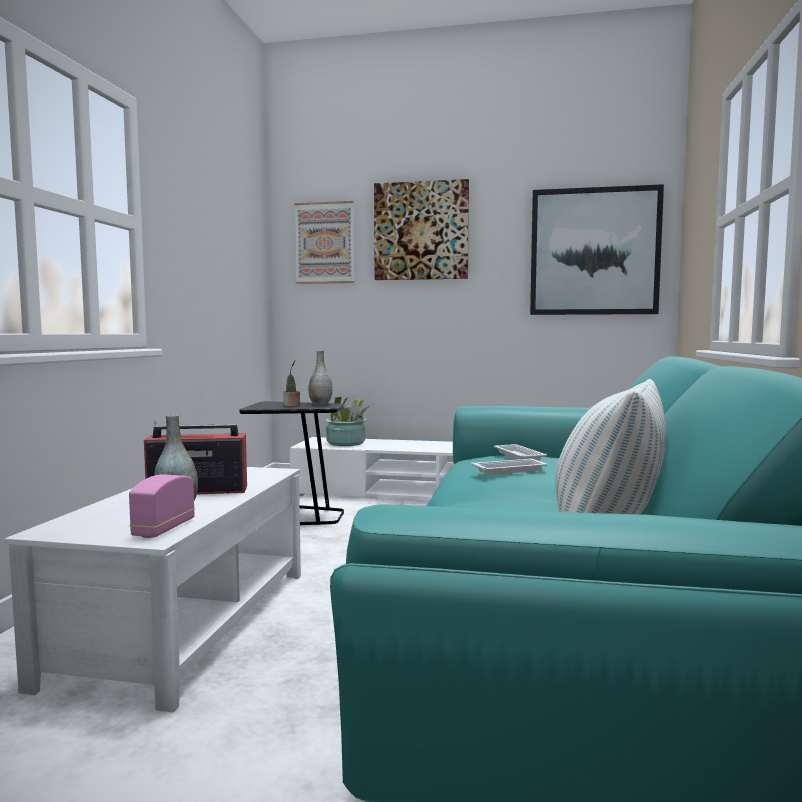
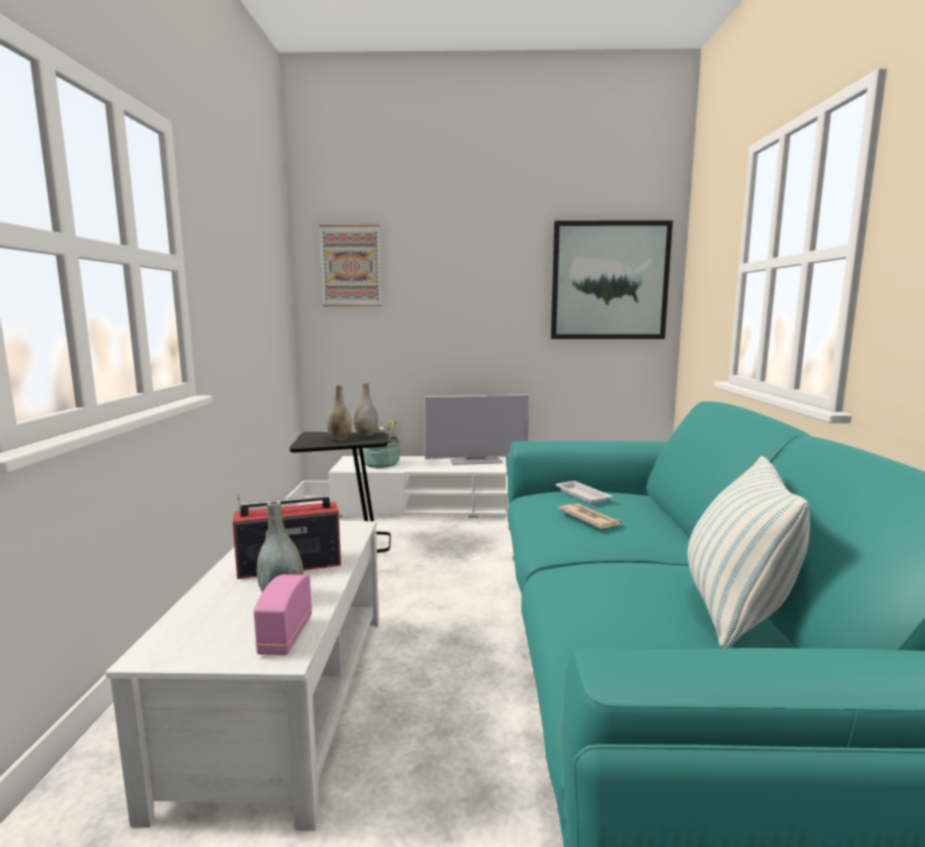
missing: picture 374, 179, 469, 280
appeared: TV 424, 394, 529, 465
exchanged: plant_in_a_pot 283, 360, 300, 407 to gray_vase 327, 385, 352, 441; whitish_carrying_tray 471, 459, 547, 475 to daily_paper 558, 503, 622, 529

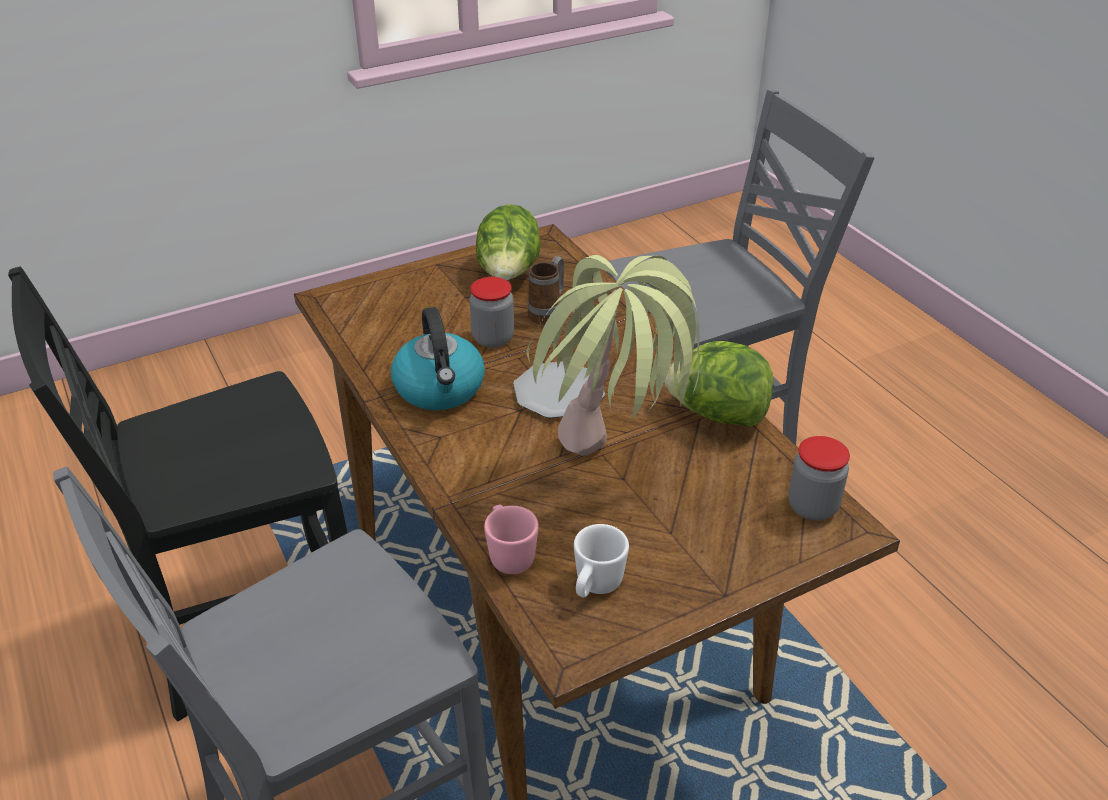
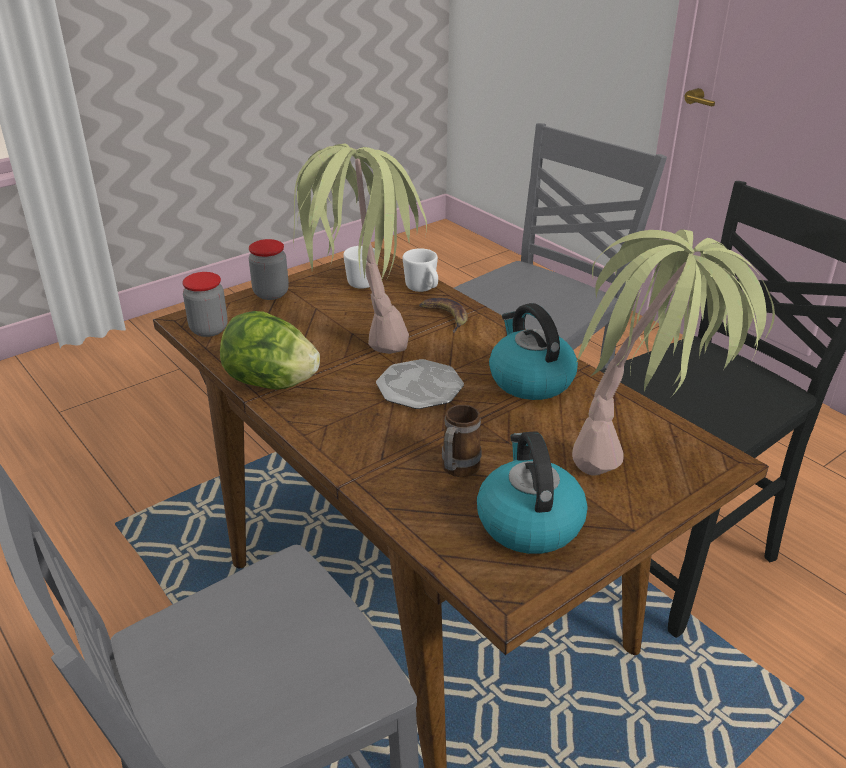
appeared: banana 419, 298, 468, 333; plant_in_a_pot 572, 229, 775, 476
relocated: preserve_jar 470, 277, 514, 348 to 249, 239, 289, 300
exchanged: lettuce_head 476, 204, 541, 280 to kettle 477, 431, 588, 554
colour: pink_coffee_mug 484, 505, 539, 574 to whitish_coffee_mug 403, 248, 438, 292

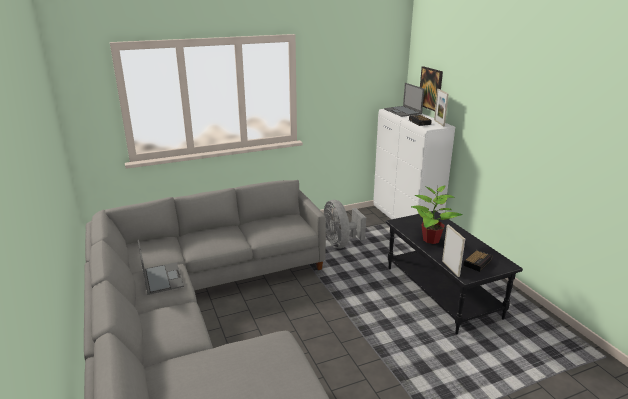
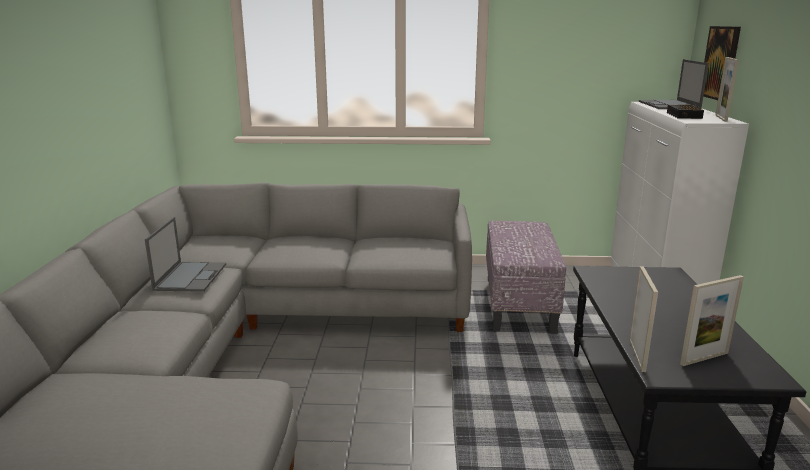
missing: plant_in_a_pot 411, 185, 463, 244
exchanged: gray_electric_fan 324, 200, 366, 249 to ottoman 486, 221, 566, 334; bedside_clock 463, 250, 492, 272 to photo_frame 680, 275, 744, 366

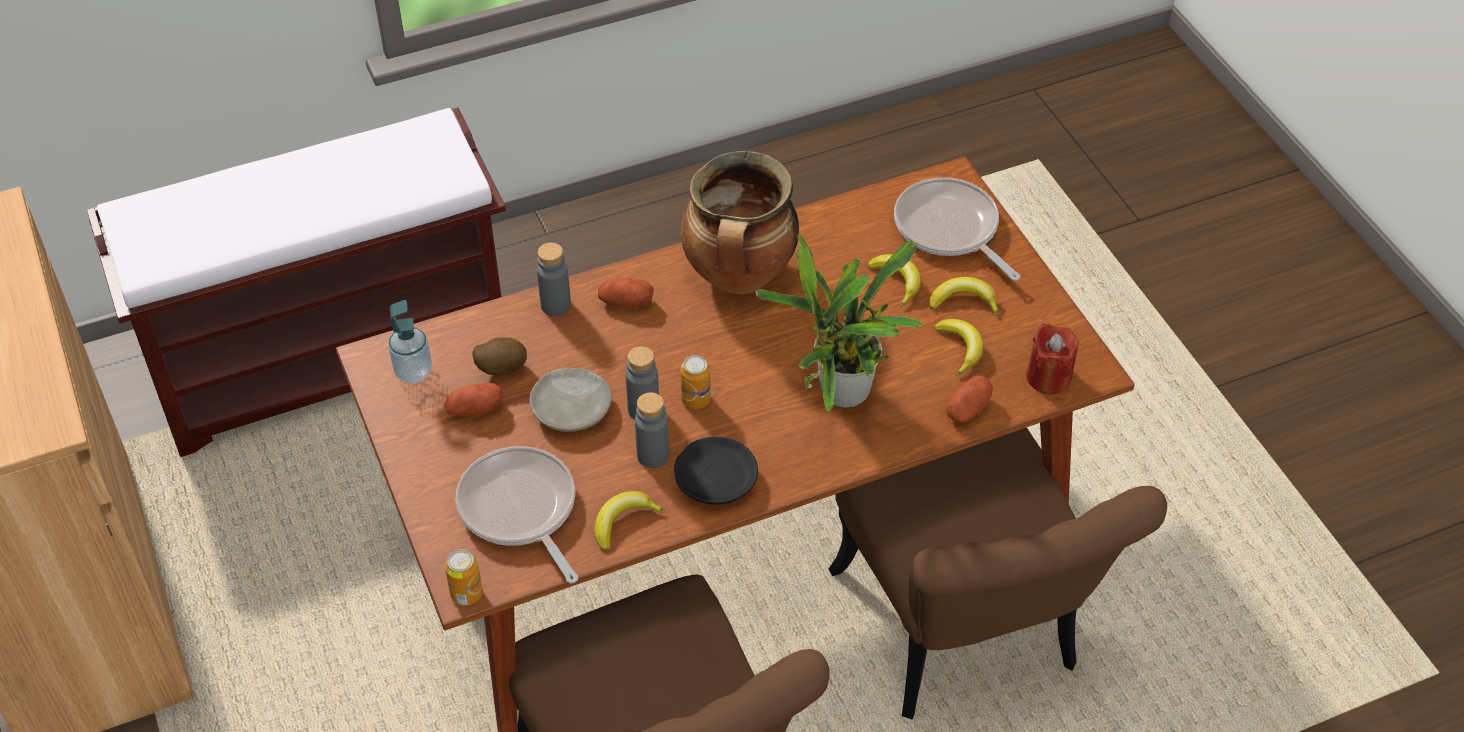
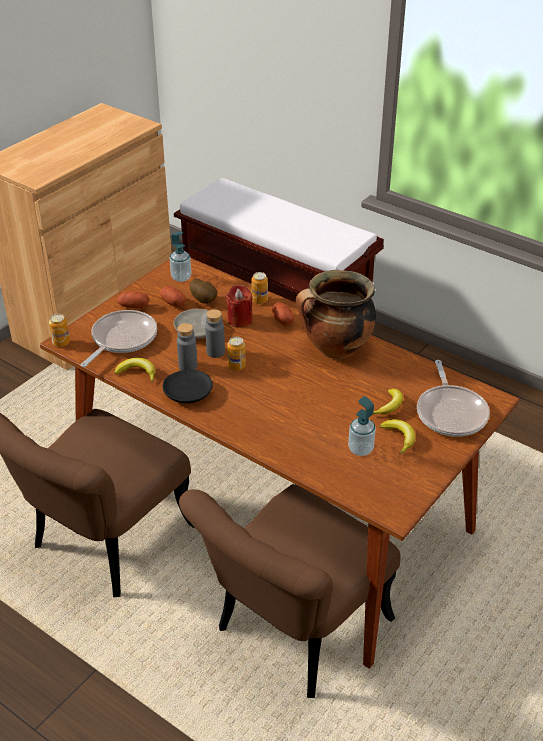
missing: plant_in_a_pot 755, 234, 923, 413
relocated: potato 946, 375, 993, 423 to 117, 291, 150, 308; reddish_candle 1026, 324, 1079, 394 to 225, 285, 253, 327
exchanged: gray_beverage_bottle 537, 242, 571, 316 to can 251, 272, 268, 304; banana 934, 319, 983, 376 to soap_bottle 348, 396, 376, 456
spun: pan 894, 177, 1020, 281 = 417, 360, 490, 437 150 degrees clockwise

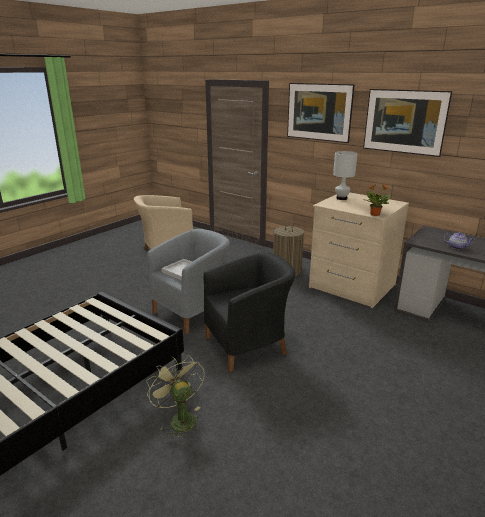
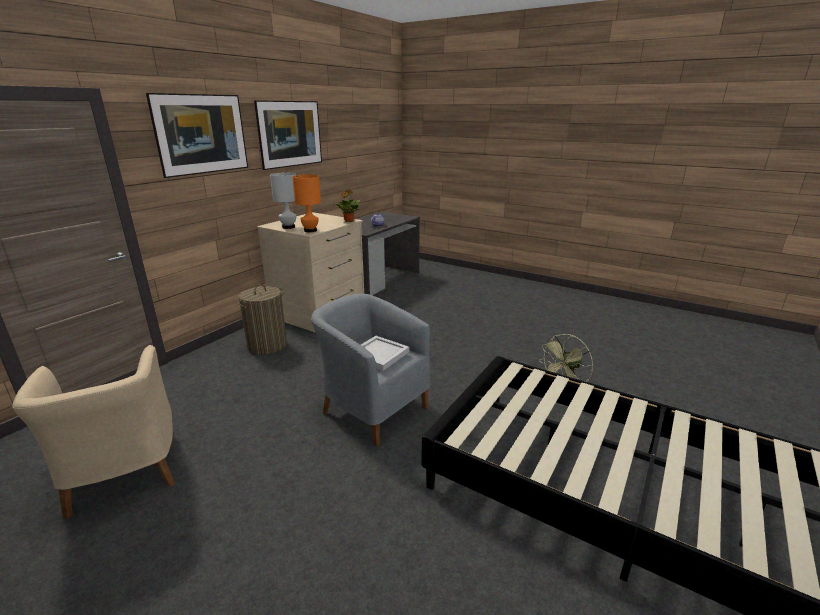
missing: blackish_armchair 203, 252, 295, 372
appeared: orangey_tabletop_lamp 292, 174, 321, 232

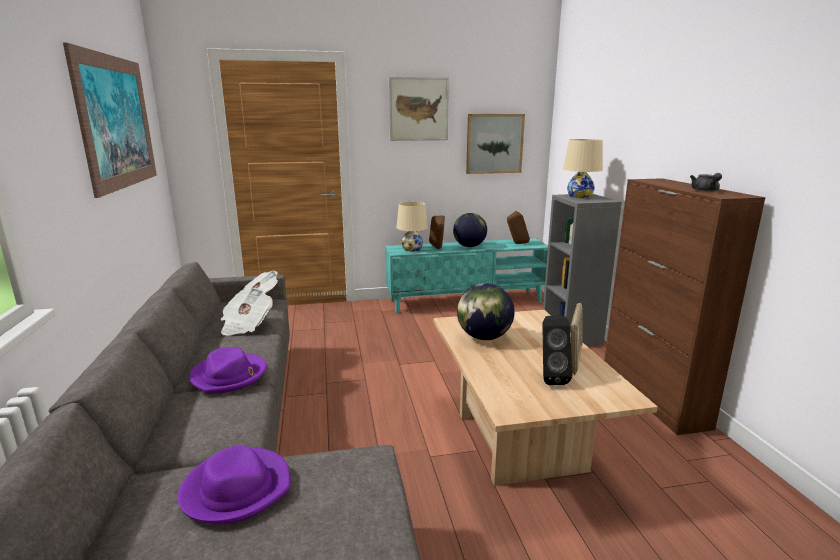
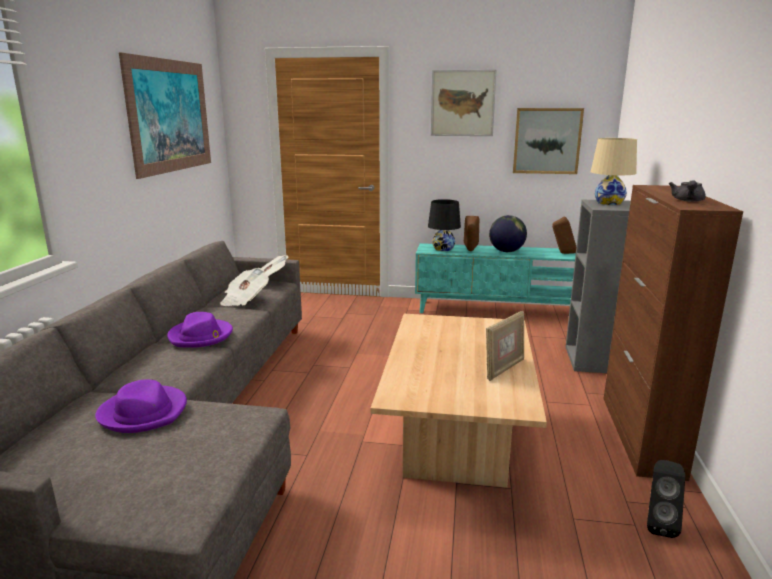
missing: globe 457, 283, 515, 340
relocated: blackish_audio_speaker 542, 315, 572, 385 to 647, 460, 685, 538
colour: sand-coloured_tabletop_lamp 396, 202, 428, 251 to blackish_tabletop_lamp 428, 199, 461, 251

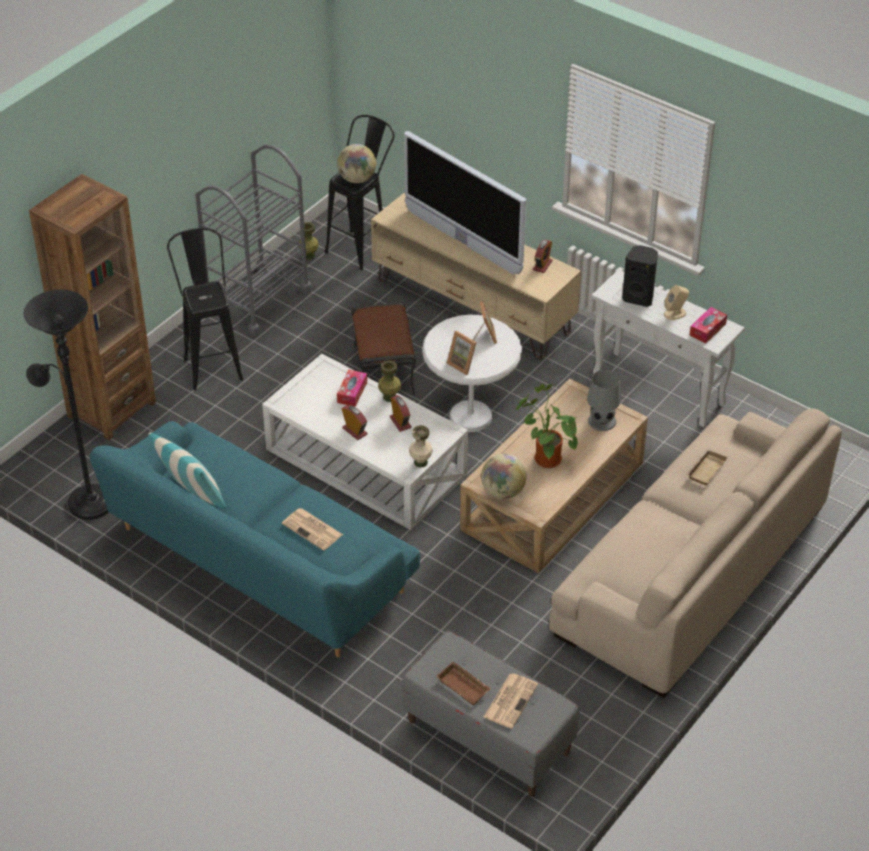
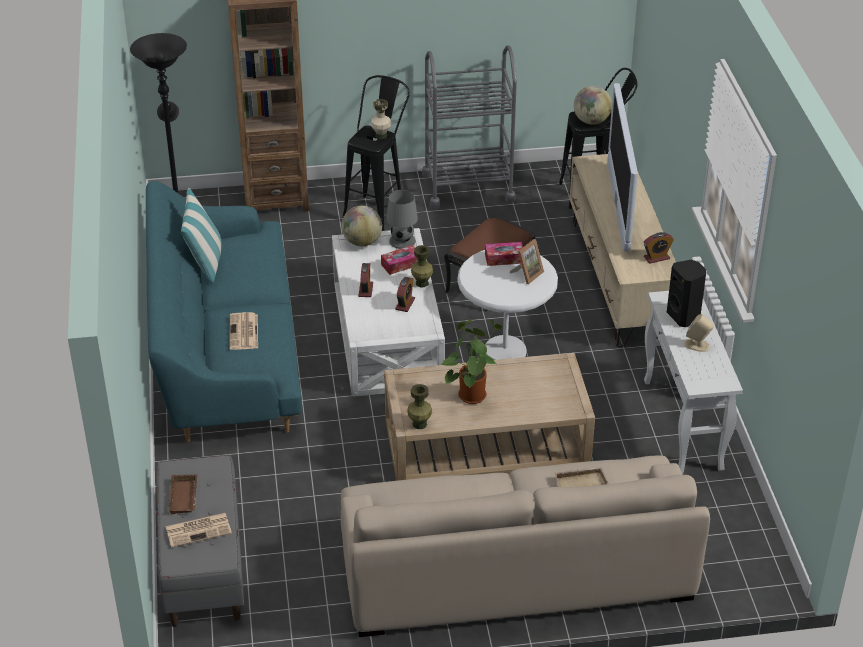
missing: photo_frame 447, 331, 476, 375
relocated: greenish_vase 299, 222, 319, 260 to 407, 384, 432, 429; sand-coloured_vase 409, 425, 433, 468 to 371, 99, 391, 139; globe 481, 454, 526, 499 to 341, 206, 382, 246; gray_tabletop_lamp 587, 370, 621, 431 to 386, 190, 418, 249; box_of_tissues 690, 307, 727, 343 to 485, 242, 523, 266

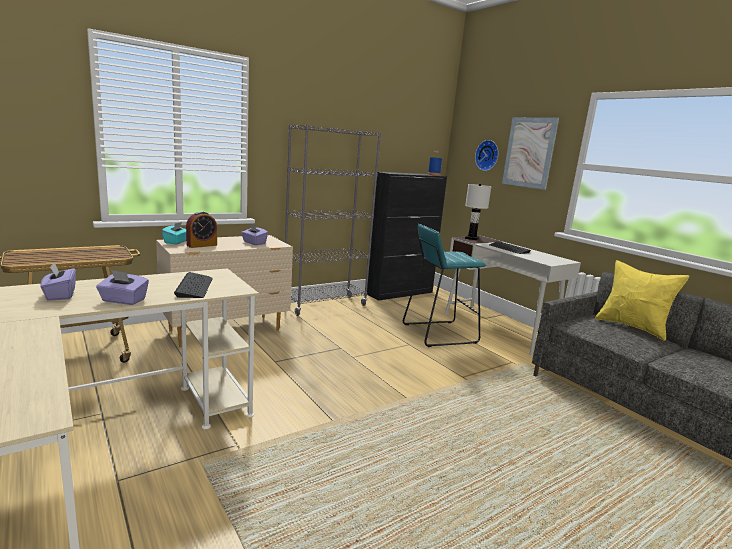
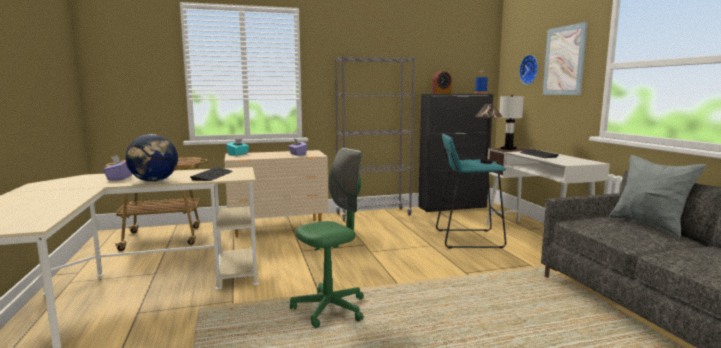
appeared: greenish_office_chair 290, 148, 364, 328; tabletop_lamp 475, 104, 503, 164
relocated: bedside_clock 186, 211, 217, 248 to 432, 70, 452, 94
exchanged: purple-coloured_box_of_tissues 96, 270, 149, 305 to globe 125, 134, 178, 182
colour: yellow-coloured_pillow 595, 260, 689, 341 to gray_pillow 609, 155, 707, 237

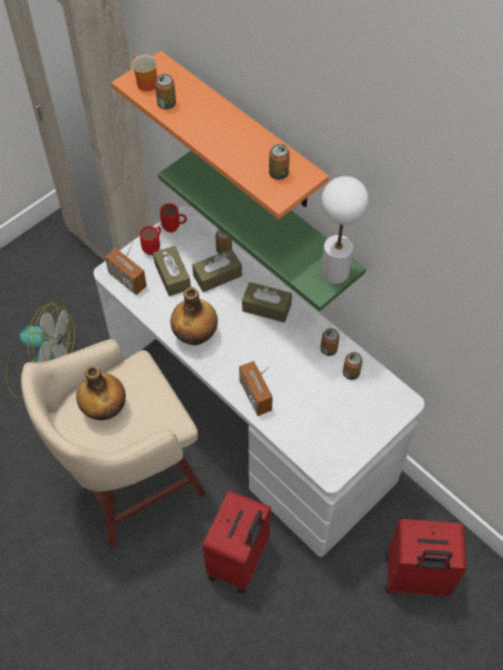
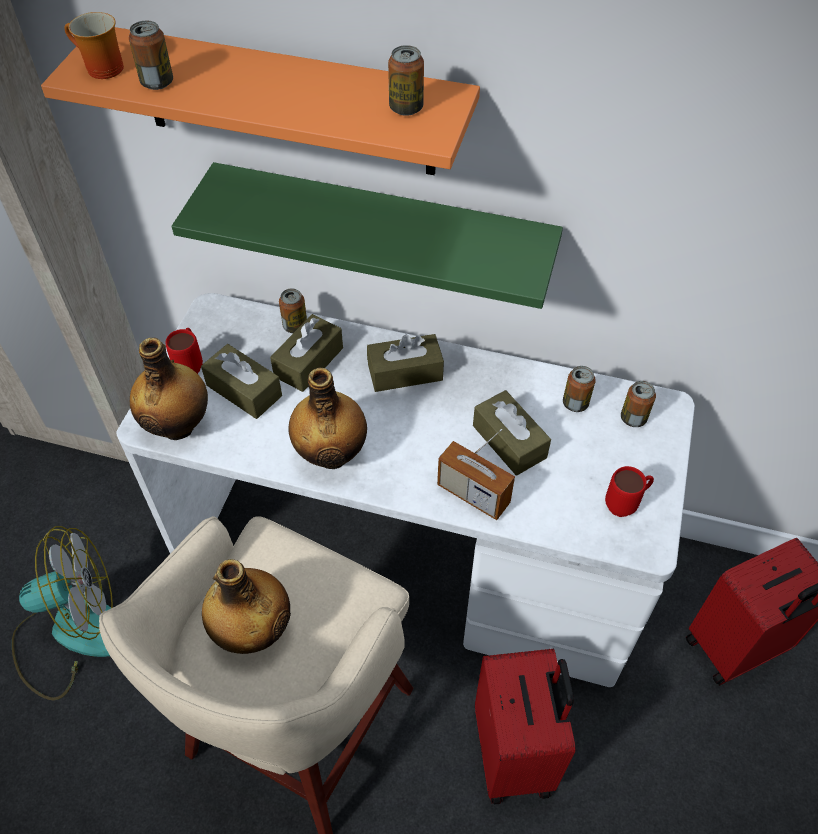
missing: whitish_tabletop_lamp 321, 176, 369, 284
appeared: brownish_box_of_tissues 473, 390, 551, 476
relocated: reddish_coffee_mug 160, 203, 187, 233 to 605, 466, 654, 517; can 320, 328, 340, 356 to 621, 381, 656, 427
exchanged: radio 105, 242, 147, 295 to beverage_bottle 130, 338, 208, 440

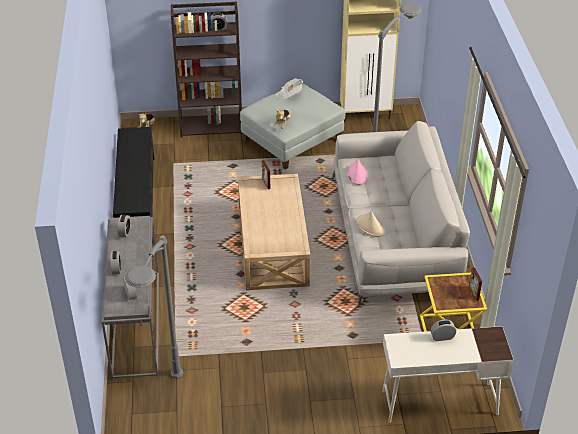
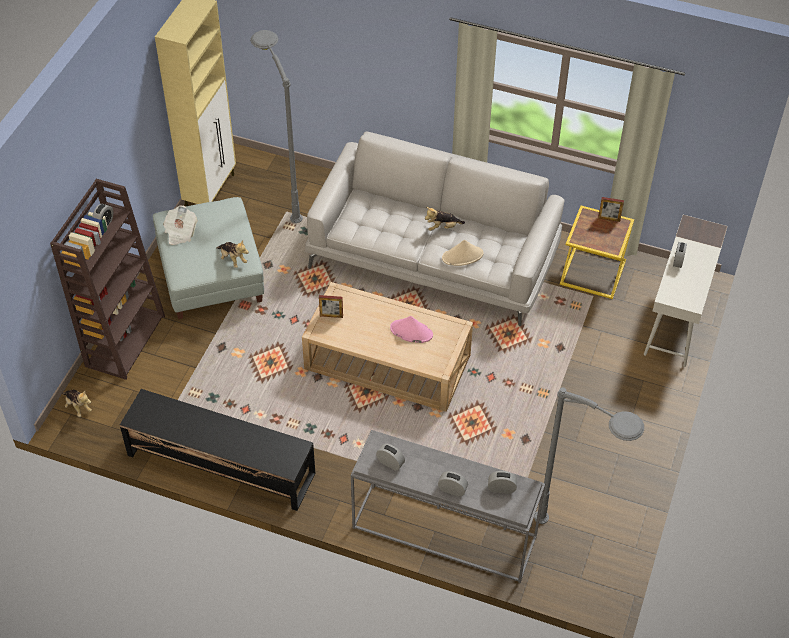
appeared: cuddly_toy 425, 207, 465, 231
relocated: pink_hat 347, 159, 368, 185 to 390, 316, 433, 343

